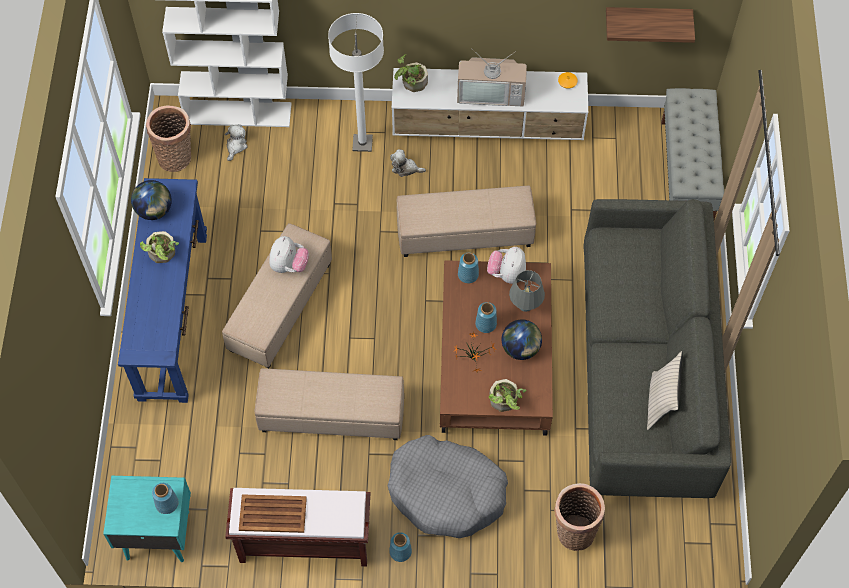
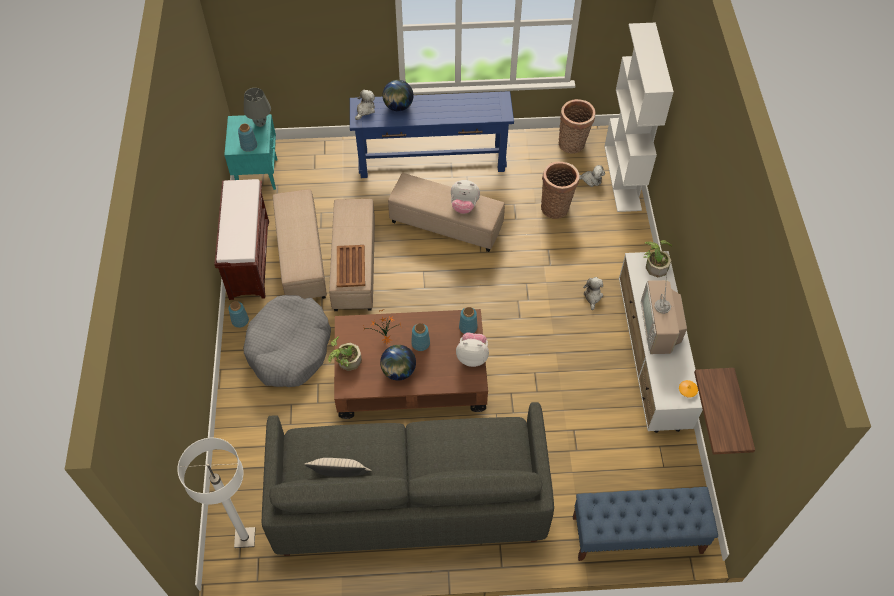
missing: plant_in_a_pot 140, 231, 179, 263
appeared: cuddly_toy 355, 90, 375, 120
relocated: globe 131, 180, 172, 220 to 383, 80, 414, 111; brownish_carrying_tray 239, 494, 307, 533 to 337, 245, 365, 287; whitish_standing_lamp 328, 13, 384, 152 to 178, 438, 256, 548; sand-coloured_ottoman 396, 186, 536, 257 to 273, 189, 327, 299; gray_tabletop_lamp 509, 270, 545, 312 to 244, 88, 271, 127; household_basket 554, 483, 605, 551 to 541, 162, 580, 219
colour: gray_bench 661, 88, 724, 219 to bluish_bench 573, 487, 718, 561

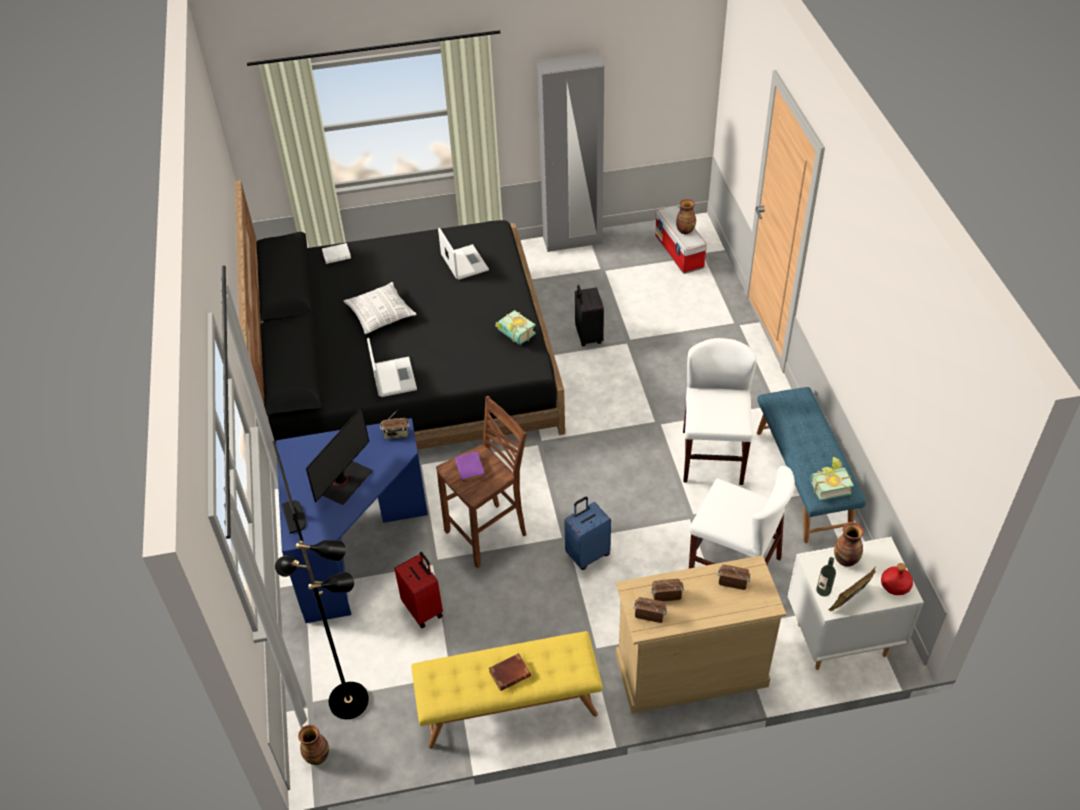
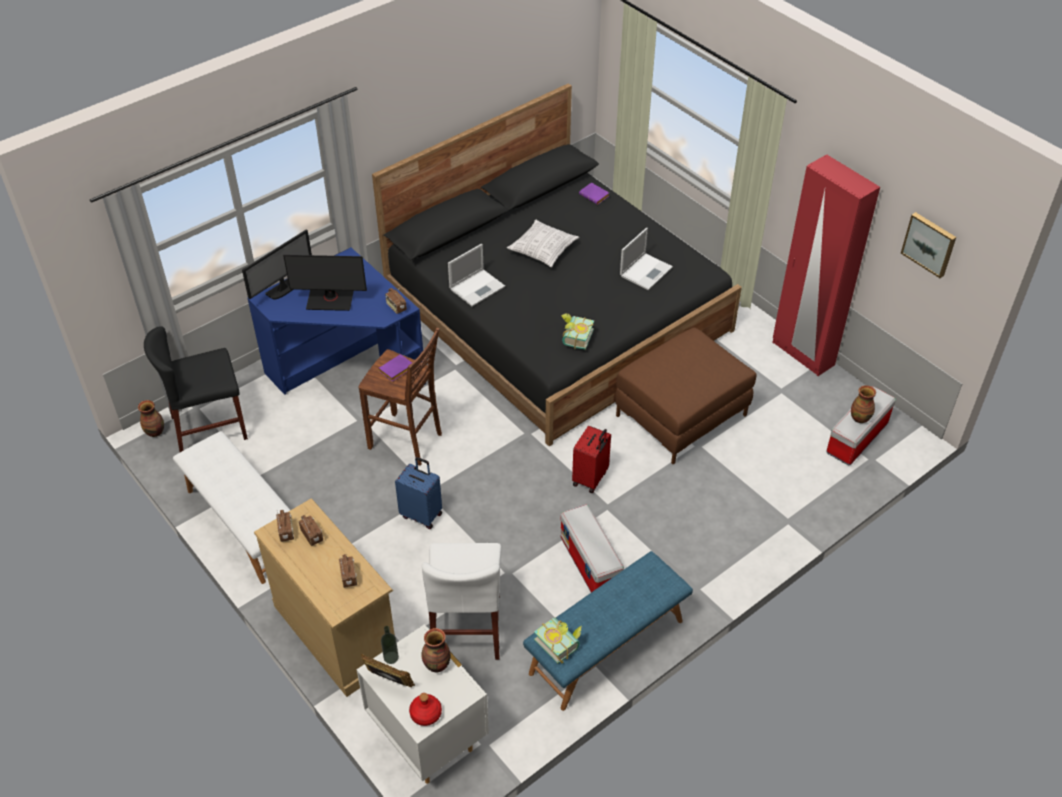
missing: brownish_book 489, 653, 531, 691
appeared: picture 901, 212, 956, 278
relocated: reddish_piece_of_luggage 394, 552, 443, 628 to 572, 426, 611, 493
exchanged: blackish_standing_lamp 275, 540, 369, 719 to blackish_plain_chair 144, 326, 248, 452; blackish_piece_of_luggage 575, 285, 604, 346 to brownish_ottoman 615, 328, 757, 465; whitish_plain_chair 683, 338, 757, 485 to storage_container 561, 504, 624, 592
colour: whitish_book 322, 243, 351, 264 to purple-coloured_book 579, 183, 609, 205; yellow-coloured_bench 411, 631, 603, 749 to whitish_bench 173, 431, 290, 584; gray_armoire 537, 52, 604, 252 to reddish_armoire 772, 154, 880, 376

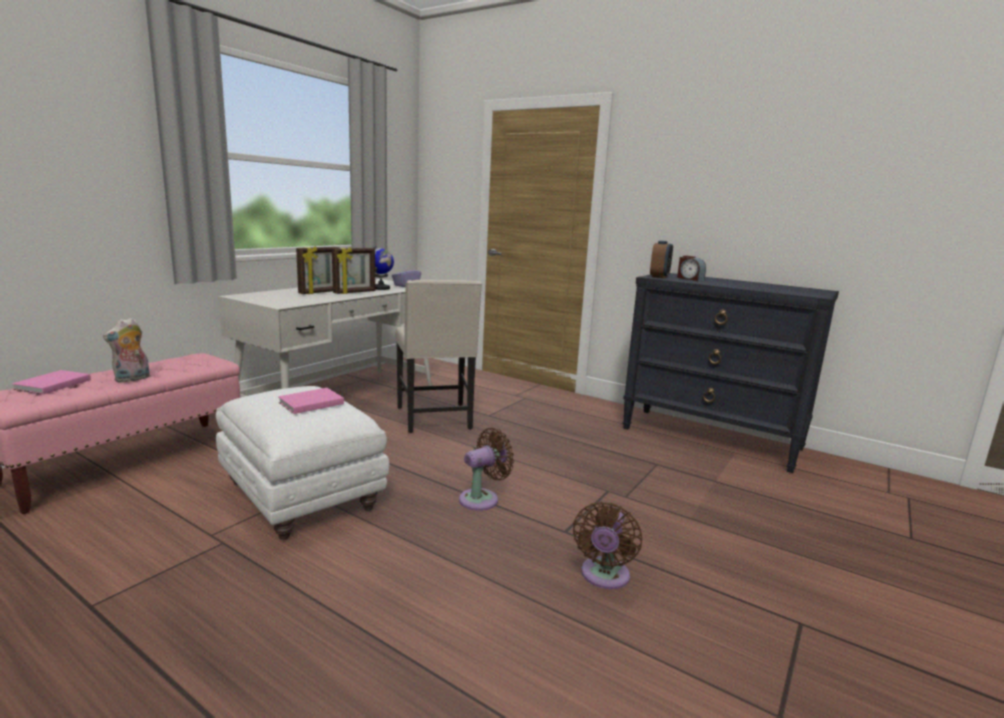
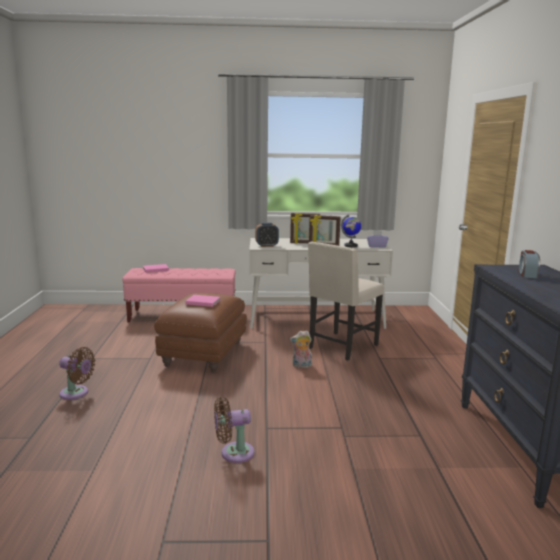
relocated: cuddly_toy 103, 318, 150, 383 to 290, 330, 312, 368; brownish_electric_fan 459, 428, 514, 511 to 59, 347, 95, 400; bedside_clock 650, 241, 673, 278 to 255, 223, 279, 247
colour: whitish_ottoman 216, 386, 389, 540 to brownish_ottoman 154, 293, 247, 373

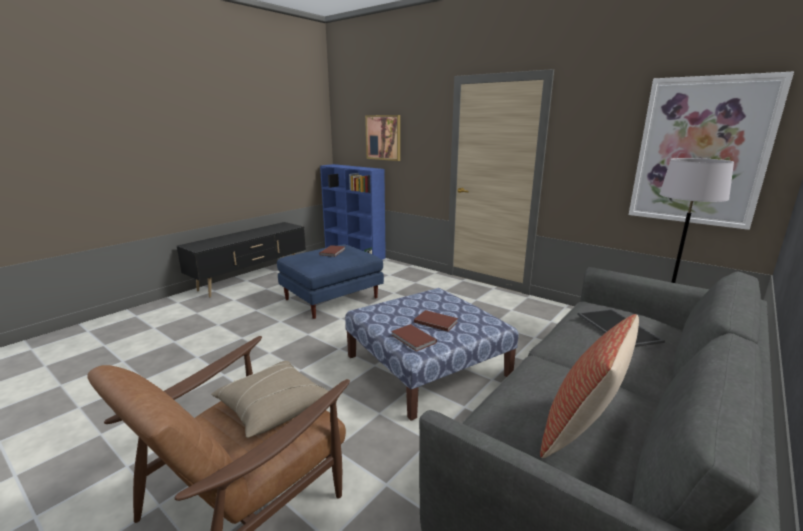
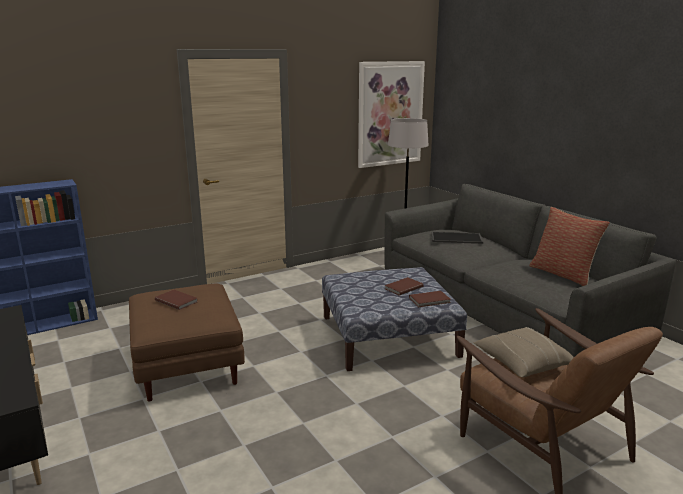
missing: picture 365, 115, 400, 161
colour: bluish_ottoman 277, 244, 384, 319 to brownish_ottoman 129, 284, 245, 402

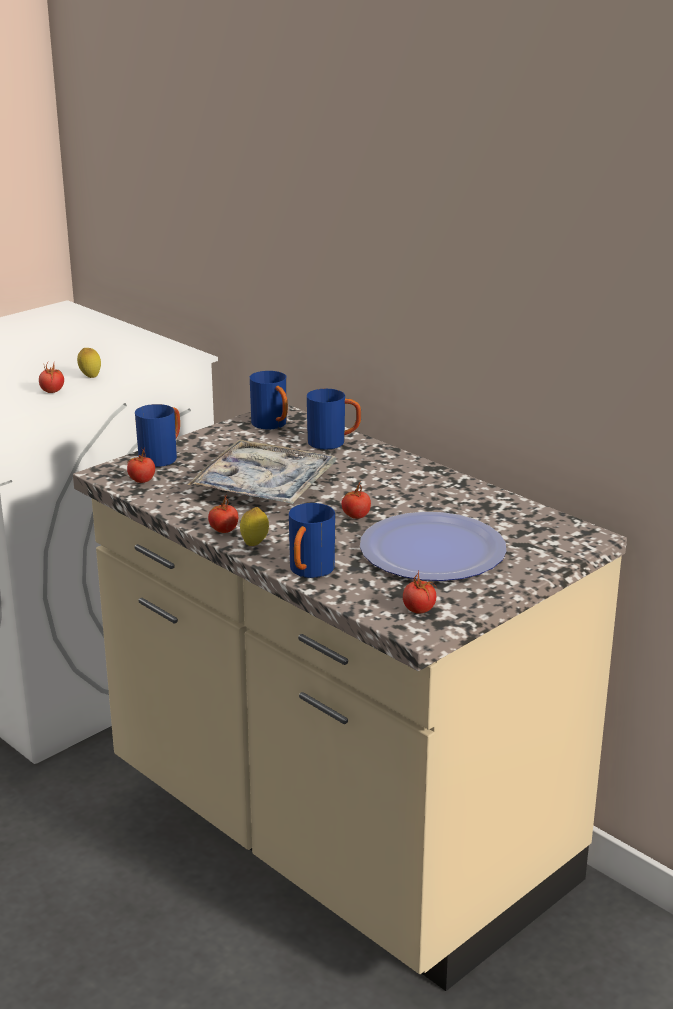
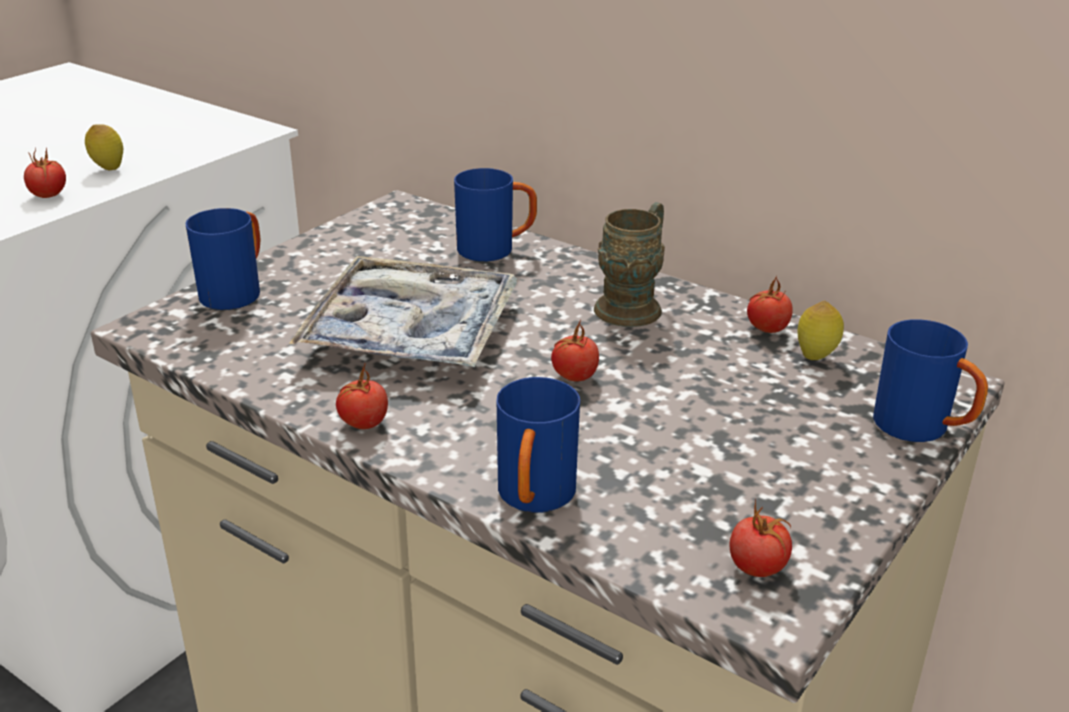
missing: flat_dish 360, 512, 506, 581
appeared: brownish_coffee_mug 594, 202, 665, 327
relocated: whole_tomato 127, 447, 155, 483 to 747, 275, 793, 333; lemon 240, 507, 269, 546 to 797, 301, 844, 360; bluish_coffee_mug 250, 371, 288, 430 to 873, 319, 988, 442

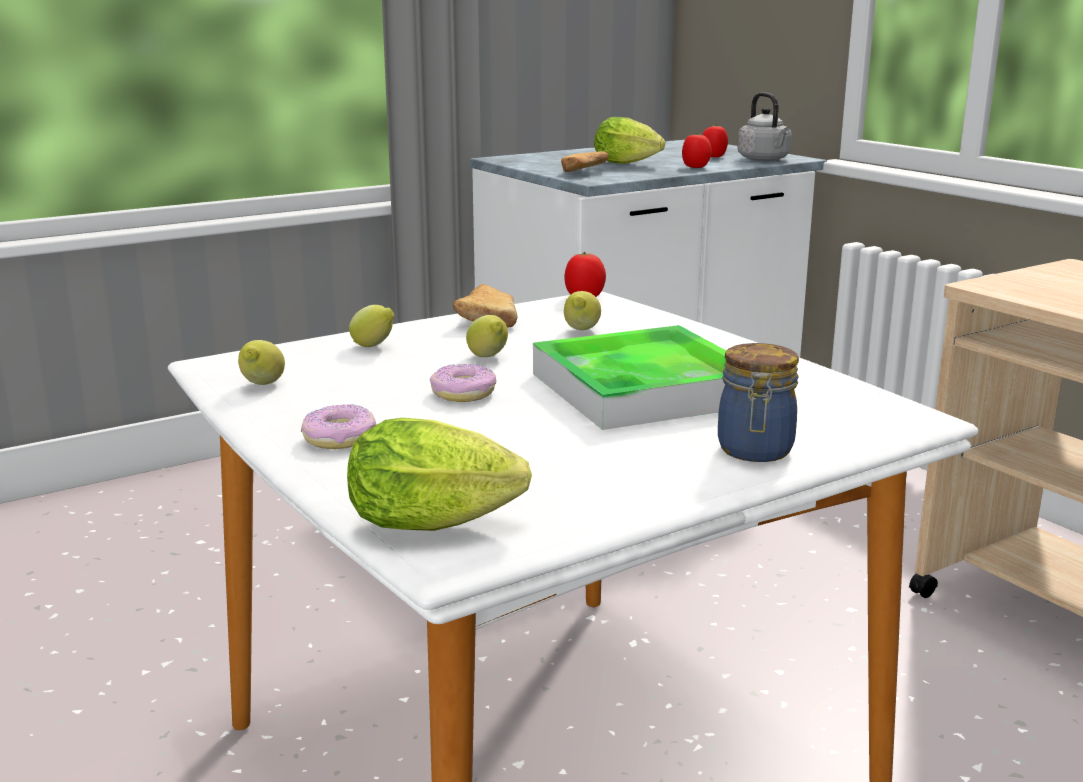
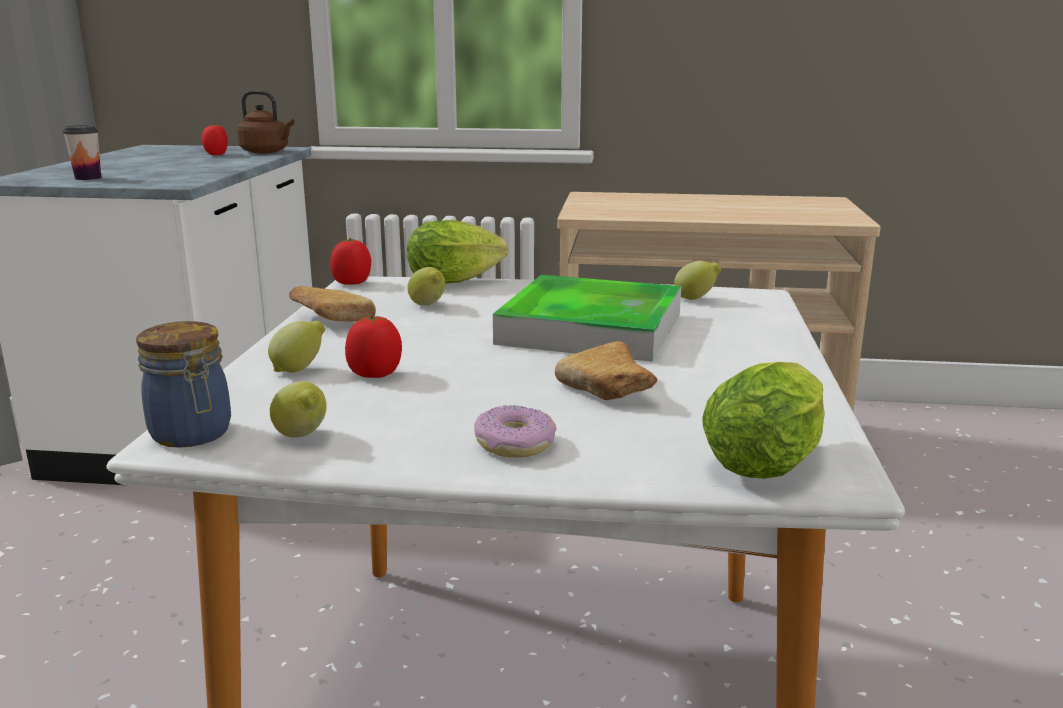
missing: donut 430, 364, 496, 402
appeared: drinking_cup 63, 125, 101, 180
relocated: lemon 466, 315, 508, 357 to 674, 261, 721, 300; baked_bread 561, 151, 609, 172 to 555, 341, 657, 400; lettuce_head 594, 117, 665, 164 to 407, 220, 508, 283; whole_tomato 682, 133, 712, 168 to 345, 315, 402, 378; preserve_jar 718, 343, 799, 462 to 136, 321, 231, 448
colour: gray_kettle 737, 92, 792, 161 to brownish_kettle 237, 90, 295, 154

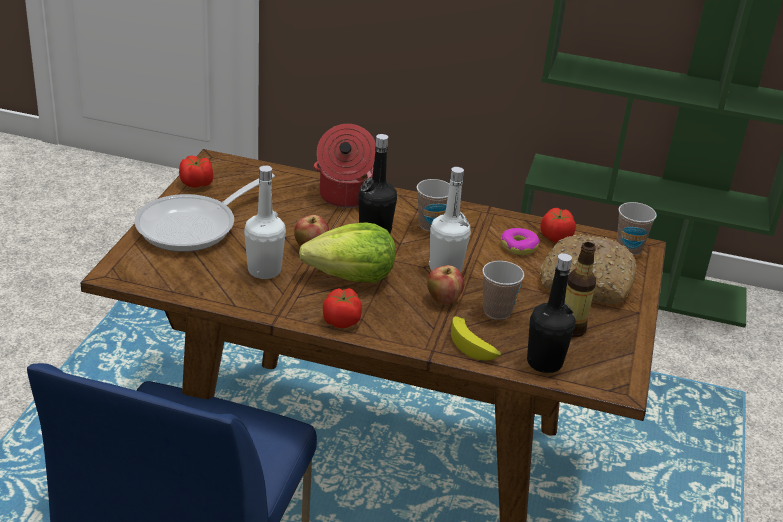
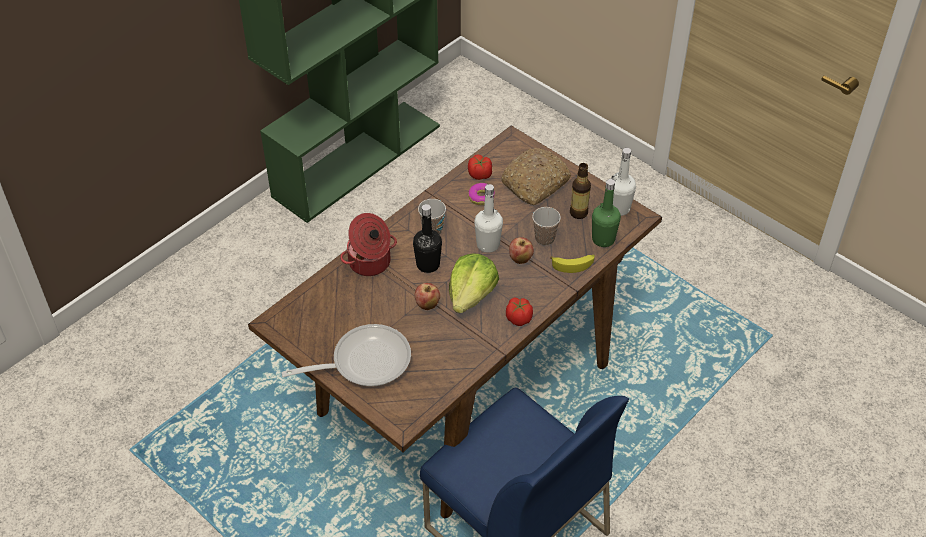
missing: whole_tomato 179, 156, 213, 188; drinking_cup 617, 202, 657, 255
relocated: whitish_beverage_bottle 244, 165, 286, 279 to 611, 148, 636, 216
colour: blackish_beverage_bottle 527, 253, 575, 373 to greenish_beverage_bottle 592, 179, 621, 247
spun: pan 134, 174, 275, 252 = 281, 324, 411, 387 90 degrees counterclockwise

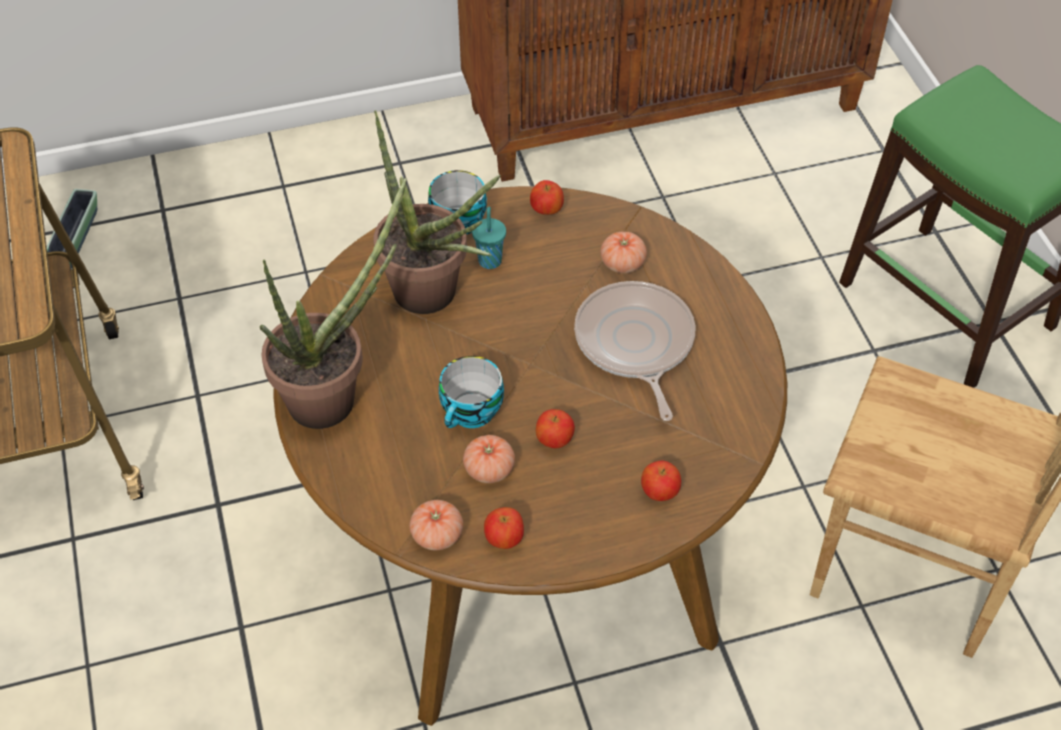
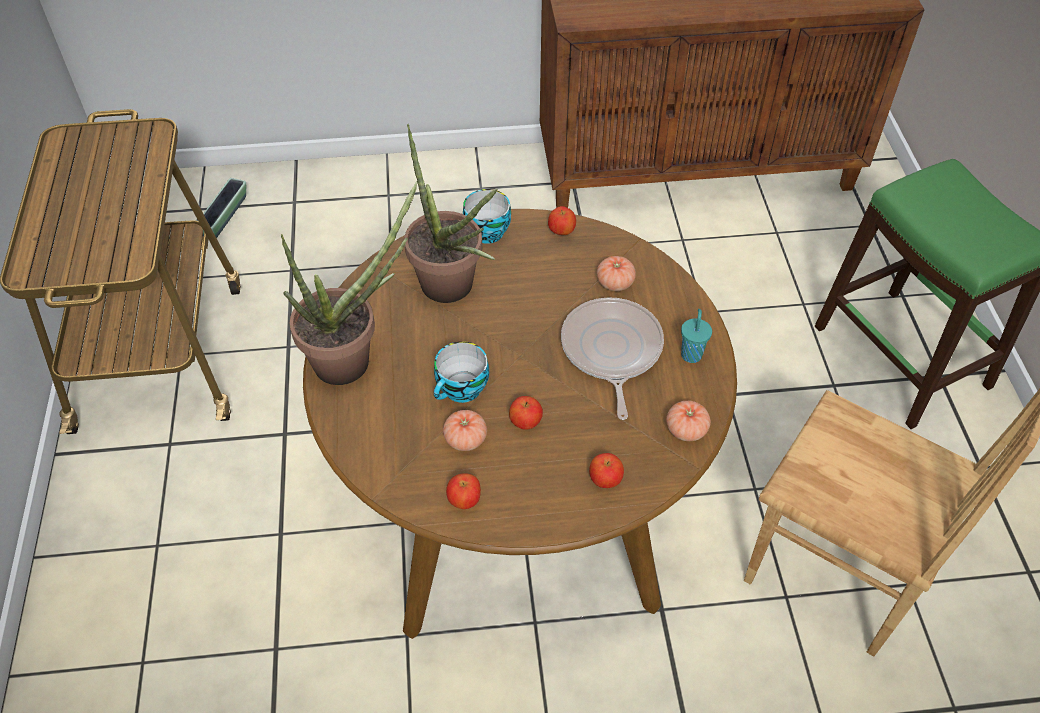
relocated: whole_tomato 409, 500, 463, 550 to 666, 400, 711, 441; blue-green_drinking_cup 472, 207, 506, 269 to 681, 309, 712, 363

